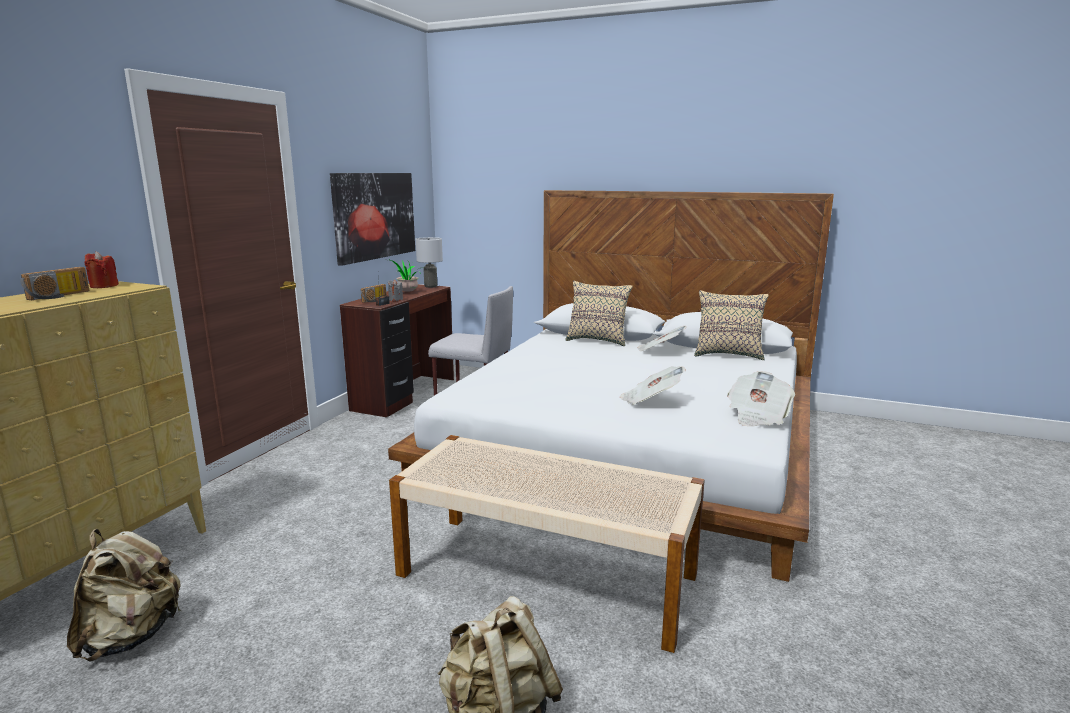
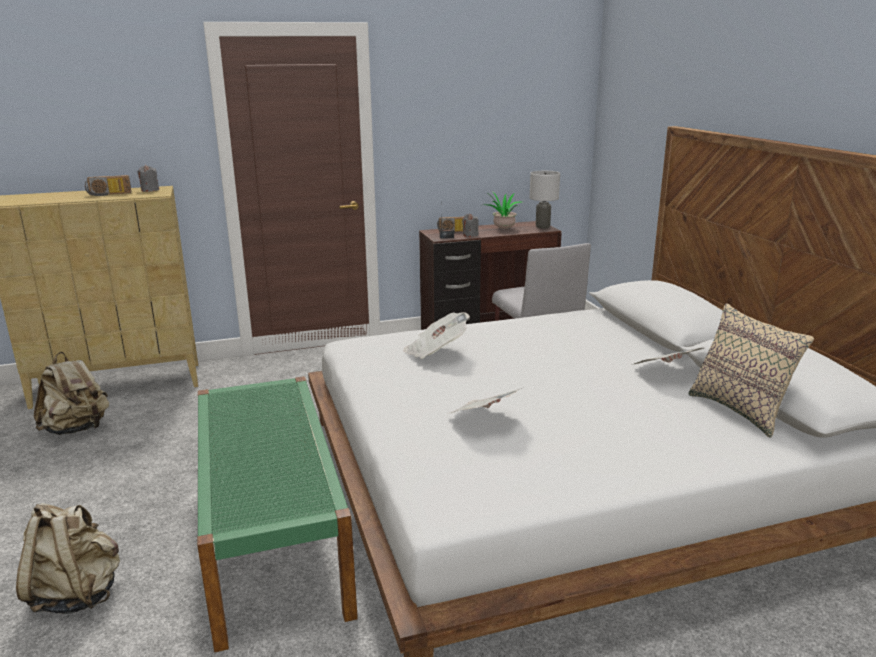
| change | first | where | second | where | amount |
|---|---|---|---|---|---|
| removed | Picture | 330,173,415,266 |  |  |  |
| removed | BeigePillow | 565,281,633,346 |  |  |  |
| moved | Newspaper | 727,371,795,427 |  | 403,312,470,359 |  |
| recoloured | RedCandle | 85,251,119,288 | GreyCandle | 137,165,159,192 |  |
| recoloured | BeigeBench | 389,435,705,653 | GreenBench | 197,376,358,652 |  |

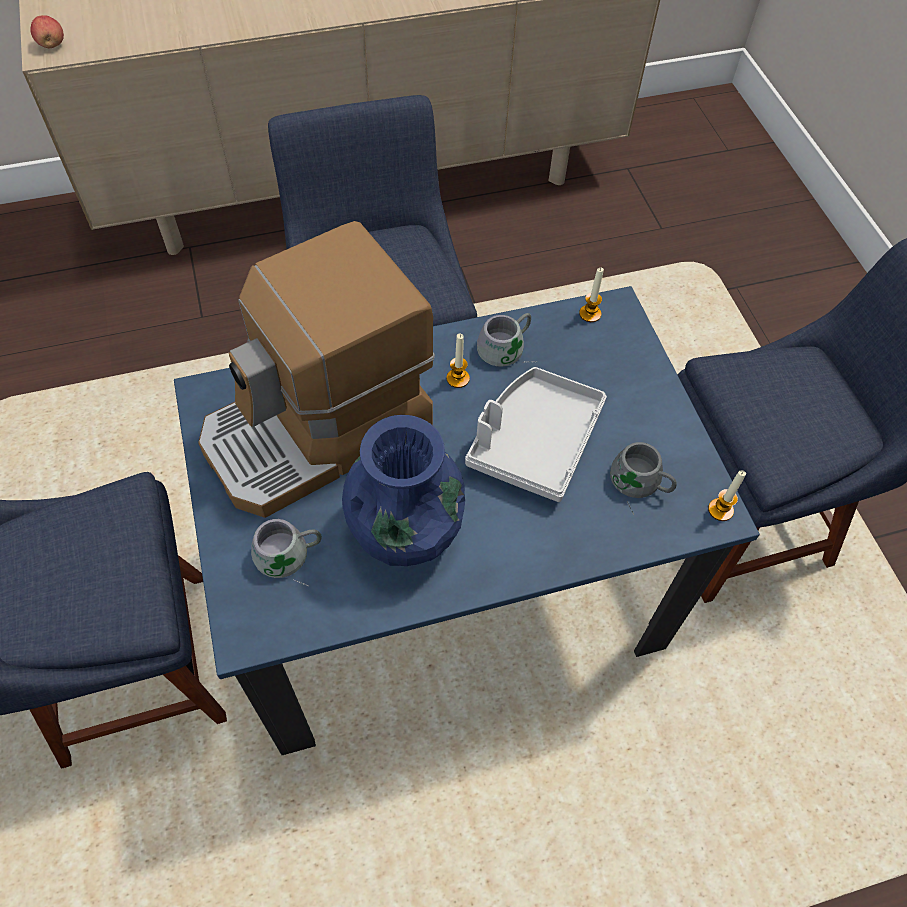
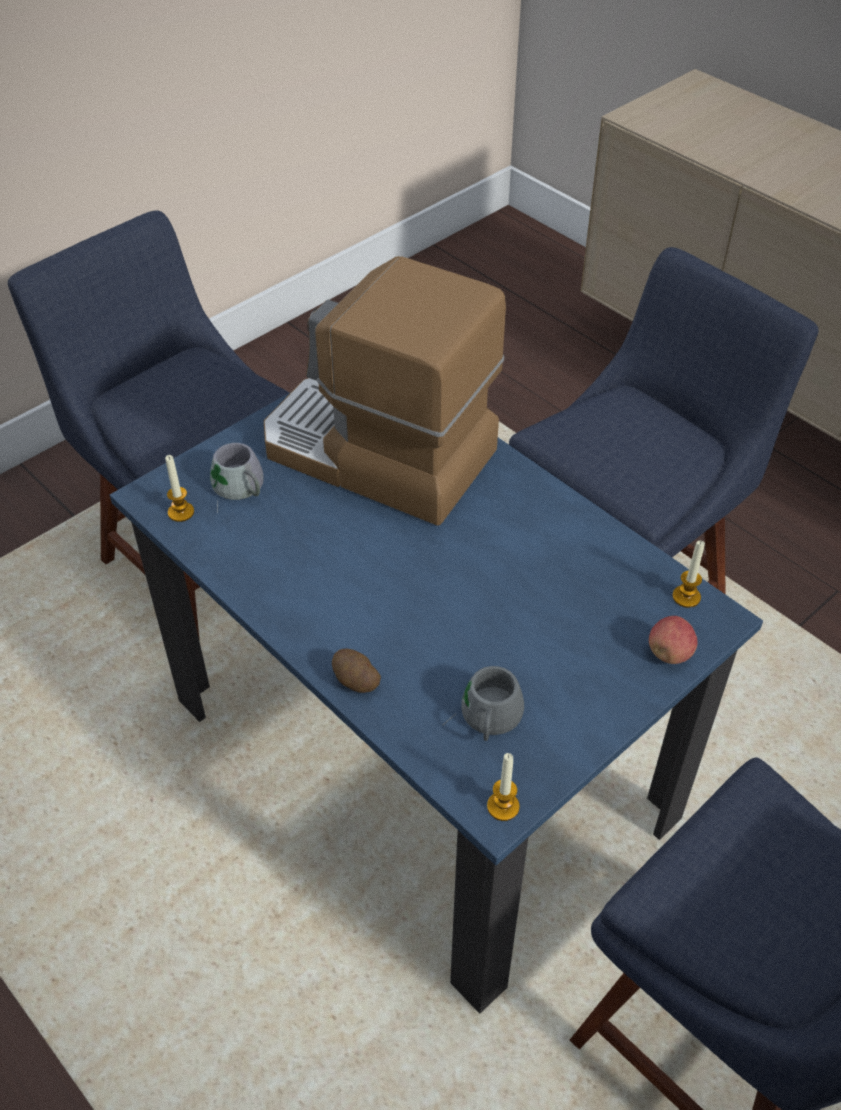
| change | first | where | second | where | amount |
|---|---|---|---|---|---|
| removed | BlueVase | 342,415,465,566 |  |  |  |
| removed | GreyTray | 465,367,607,502 |  |  |  |
| removed | GreyMug | 477,313,537,367 |  |  |  |
| added |  |  | Potato | 332,649,381,693 |  |
| moved | Apple | 30,15,64,48 |  | 649,616,698,664 |  |
| moved | Candle | 446,333,470,388 |  | 165,455,194,522 |  |

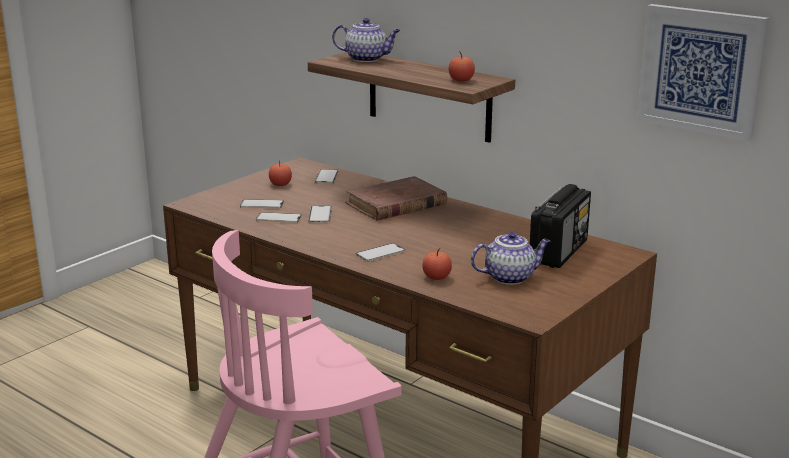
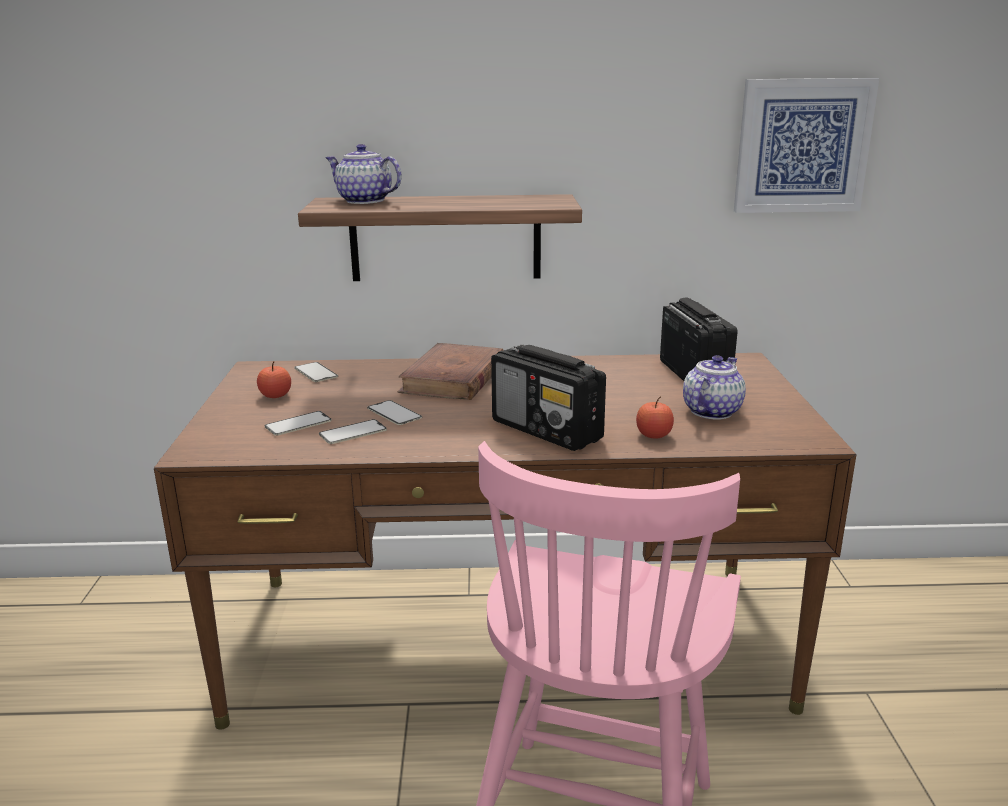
| change | first | where | second | where | amount |
|---|---|---|---|---|---|
| removed | Apple | 448,51,475,82 |  |  |  |
| replaced | Phone | 356,243,406,262 | Radio | 491,345,606,451 |  |
| turned | Teapot | 332,18,400,62 |  | 326,144,402,204 | 120 degrees counterclockwise |

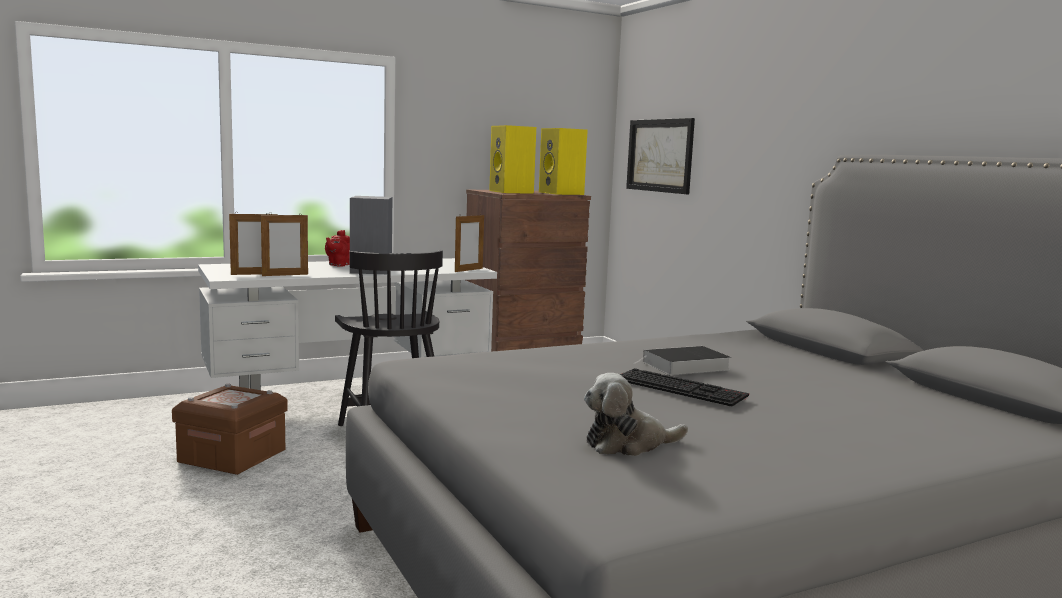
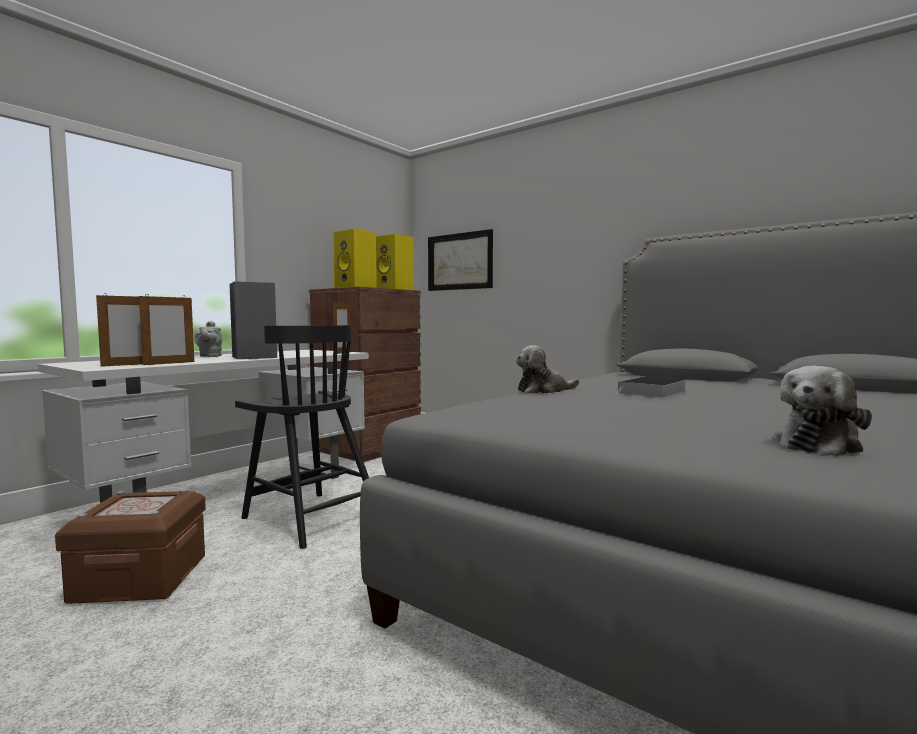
| change | first | where | second | where | amount |
|---|---|---|---|---|---|
| removed | Keyboard | 620,368,749,407 |  |  |  |
| added |  |  | PlushToy | 516,345,579,394 |  |
| recoloured | RedTeapot | 325,230,350,267 | GreyTeapot | 194,321,222,357 |  |

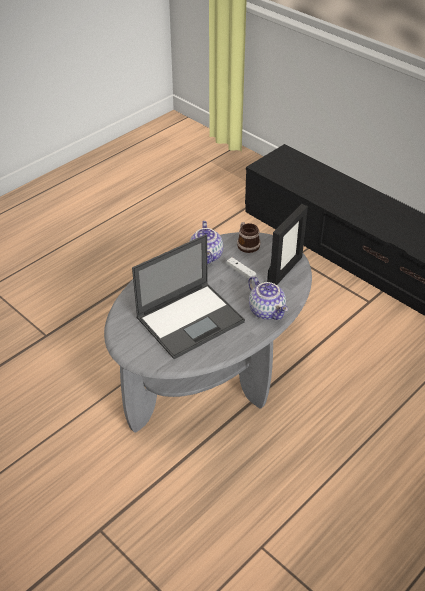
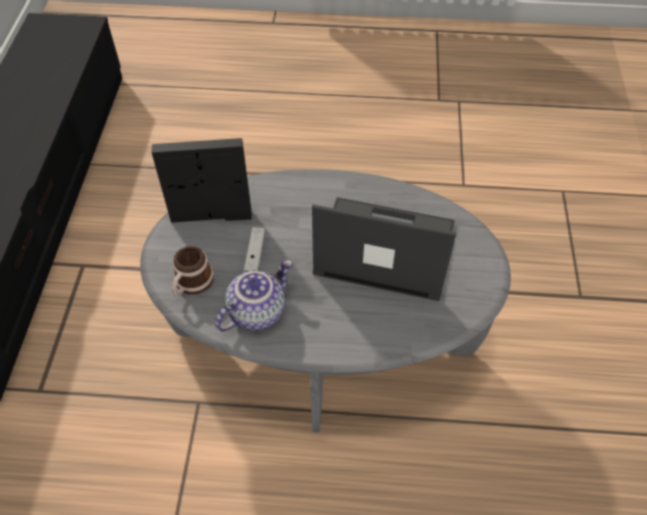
| change | first | where | second | where | amount |
|---|---|---|---|---|---|
| removed | Teapot | 249,276,288,320 |  |  |  |

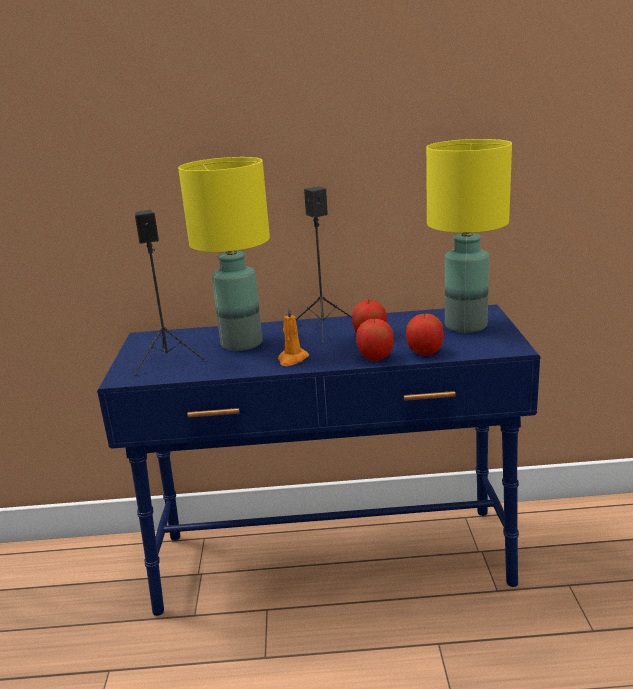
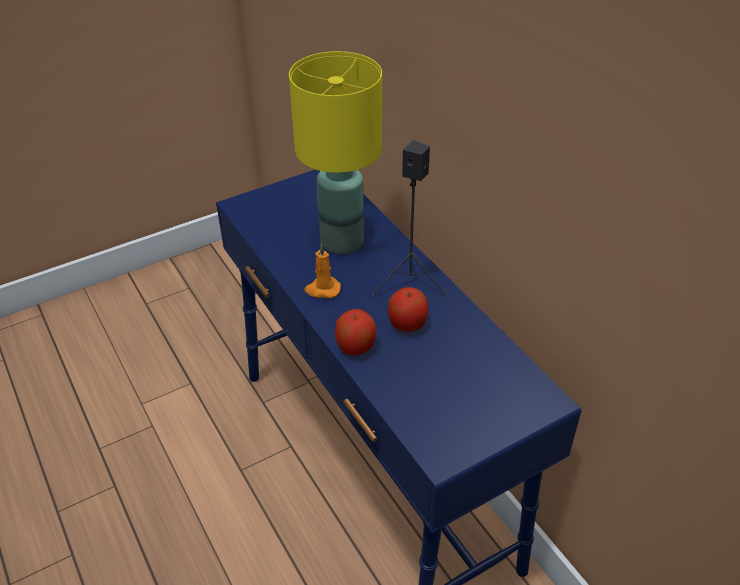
| change | first | where | second | where | amount |
|---|---|---|---|---|---|
| removed | BlackSpeaker | 134,210,207,376 |  |  |  |
| removed | Apple | 406,314,444,356 |  |  |  |
| removed | YellowTableLamp | 426,139,512,333 |  |  |  |

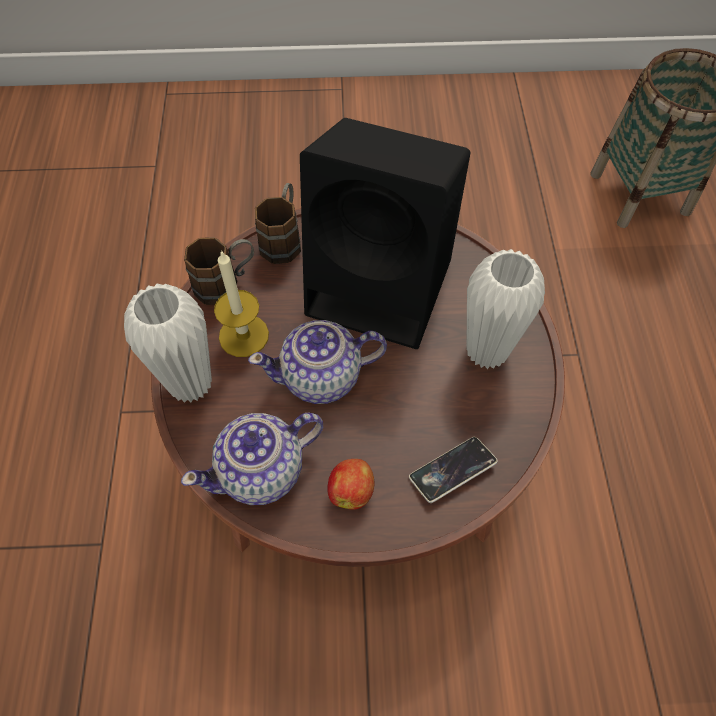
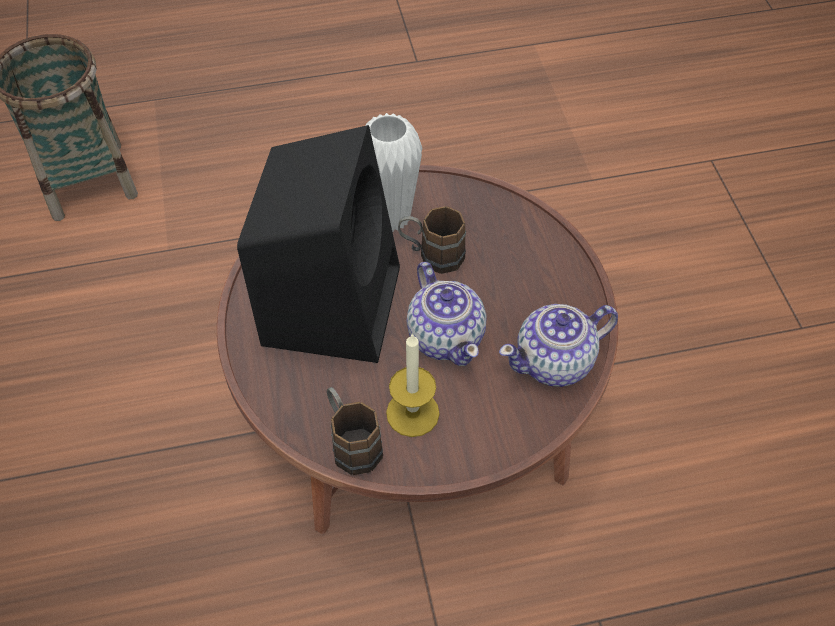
| change | first | where | second | where | amount |
|---|---|---|---|---|---|
| removed | WhiteVase | 124,284,212,403 |  |  |  |
| removed | Apple | 327,459,374,510 |  |  |  |
| removed | Phone | 409,437,498,503 |  |  |  |
| moved | BrownMug | 255,183,301,264 |  | 398,206,466,274 |  |
| turned | Teapot | 181,412,323,505 |  | 499,304,618,387 | 105 degrees clockwise |

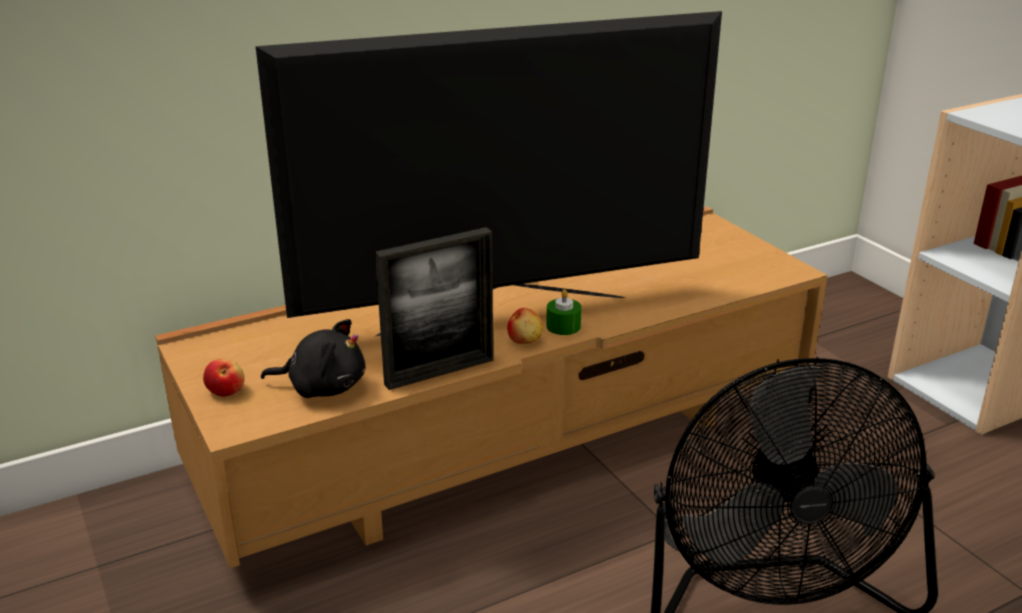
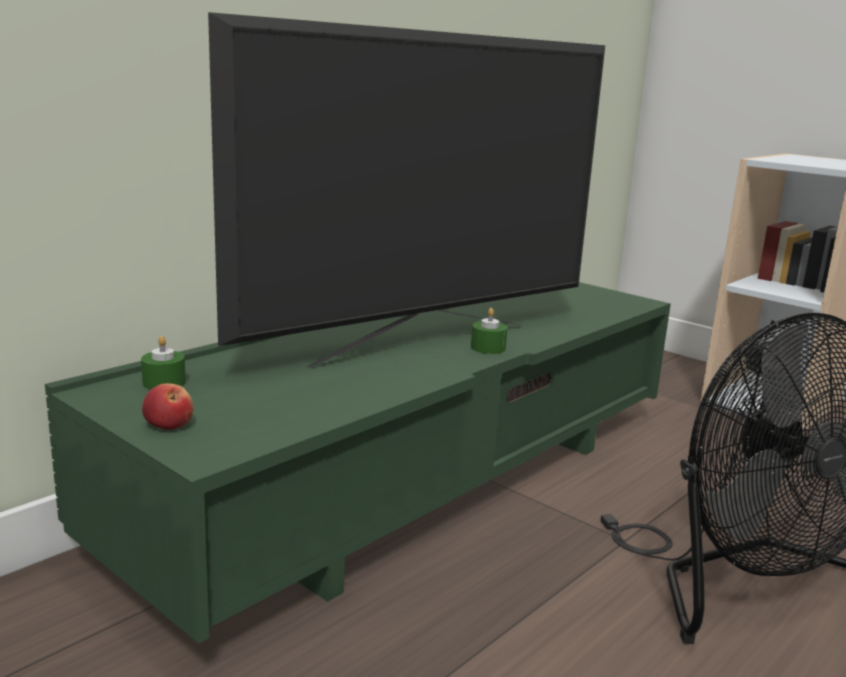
| change | first | where | second | where | amount |
|---|---|---|---|---|---|
| removed | BlackPlushToy | 261,319,365,398 |  |  |  |
| removed | PictureFrame | 375,227,493,390 |  |  |  |
| removed | Apple | 507,308,543,344 |  |  |  |
| added |  |  | GreenCandle | 141,336,186,390 |  |
| recoloured | BrownTvStand | 155,206,828,568 | GreenTvStand | 45,282,671,644 |  |

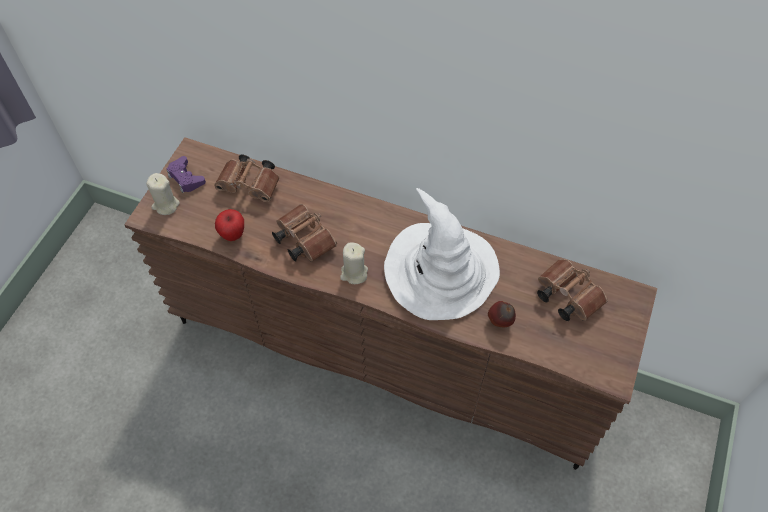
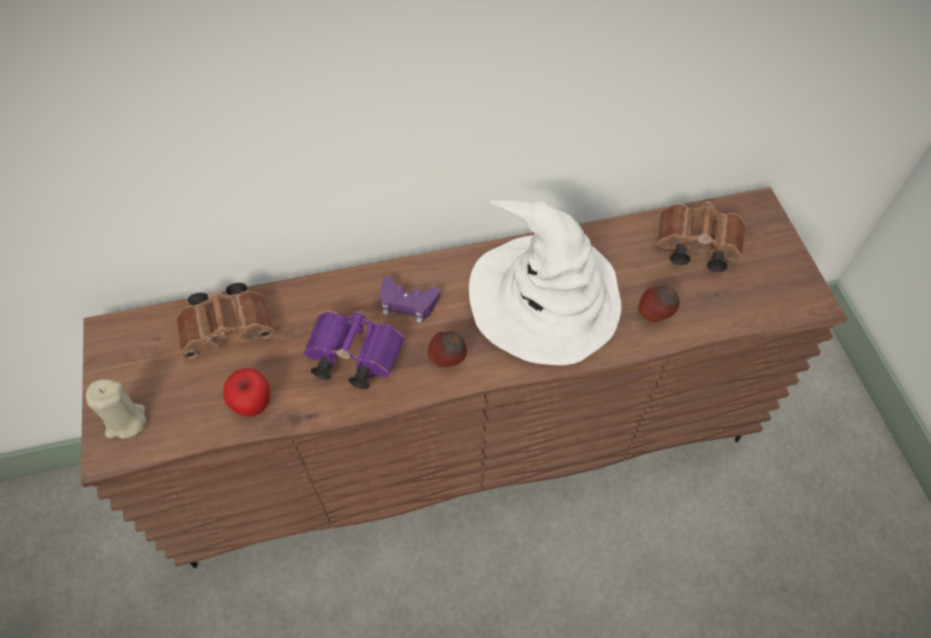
| change | first | where | second | where | amount |
|---|---|---|---|---|---|
| moved | PurpleGameController | 166,156,206,193 |  | 380,276,440,323 |  |
| replaced | BeigeCandle | 340,242,368,284 | Apple | 428,331,467,368 |  |
| recoloured | BrownBinoculars | 272,204,337,262 | PurpleBinoculars | 304,310,405,389 |  |

